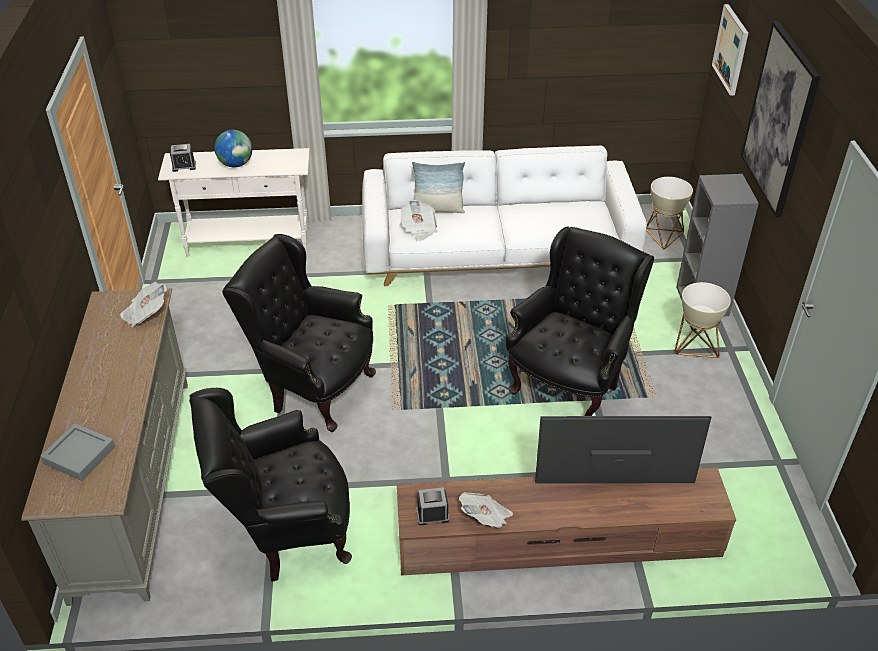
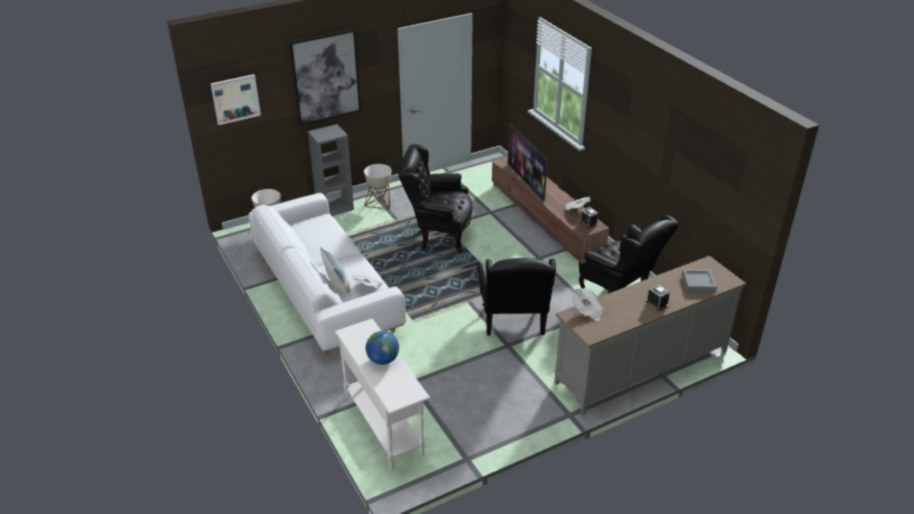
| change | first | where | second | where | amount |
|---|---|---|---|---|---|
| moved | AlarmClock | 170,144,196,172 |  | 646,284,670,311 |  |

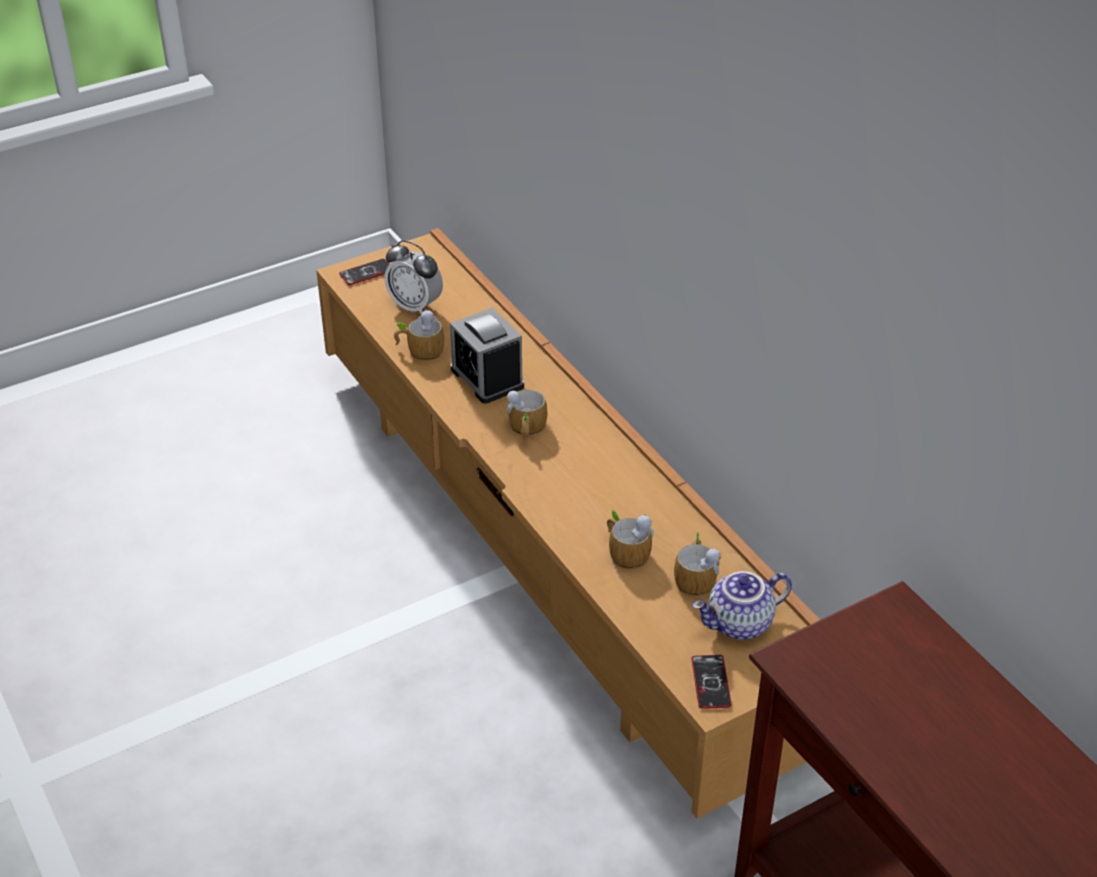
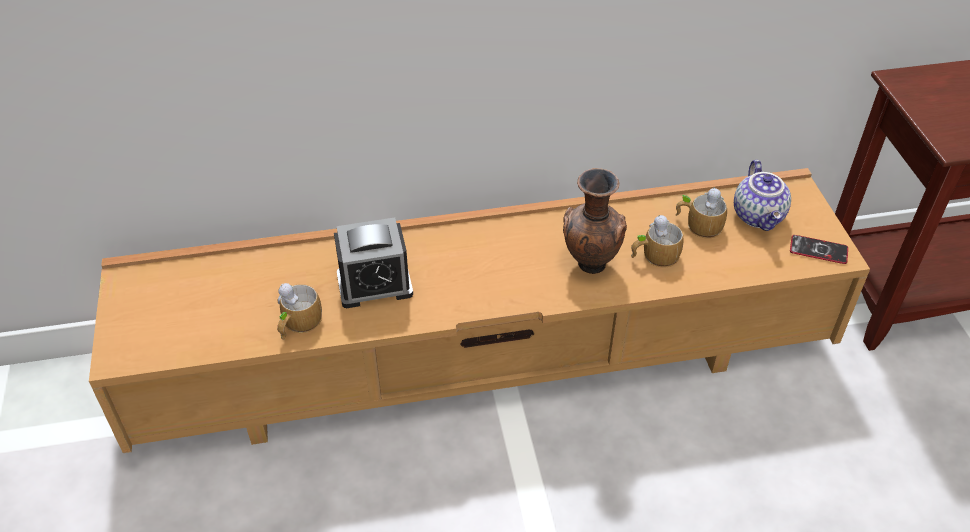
| change | first | where | second | where | amount |
|---|---|---|---|---|---|
| removed | Phone | 339,259,390,285 |  |  |  |
| removed | AlarmClock | 385,240,443,314 |  |  |  |
| removed | Mug | 506,390,547,442 |  |  |  |
| added |  |  | BrownVase | 563,168,627,274 |  |

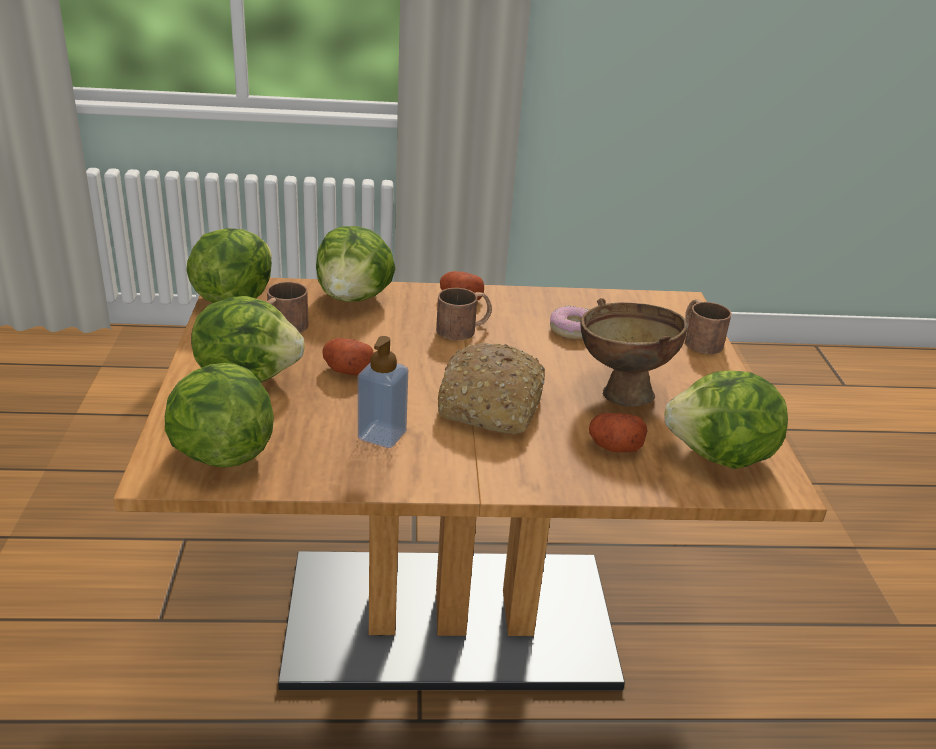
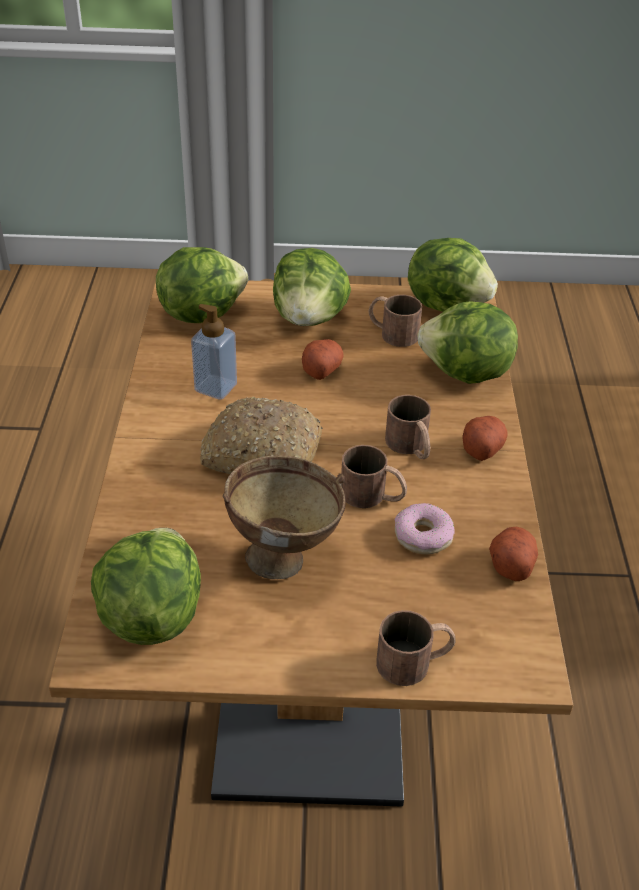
| change | first | where | second | where | amount |
|---|---|---|---|---|---|
| added |  |  | BrownMug | 341,445,407,508 |  |
| moved | Potato | 589,413,647,452 |  | 489,527,538,581 |  |

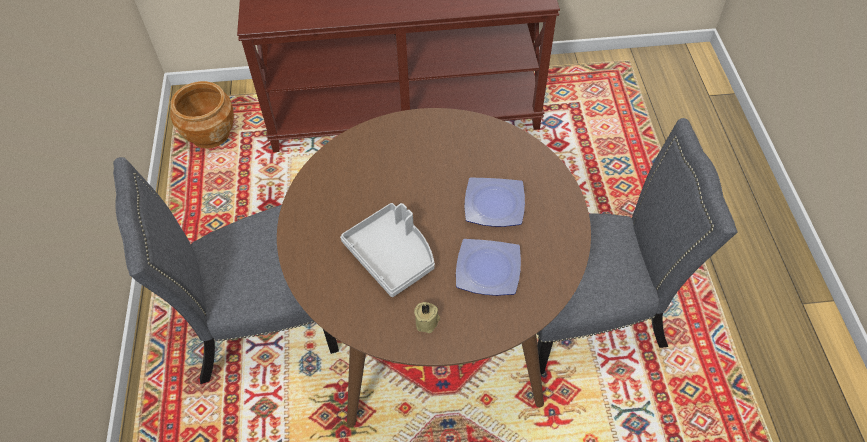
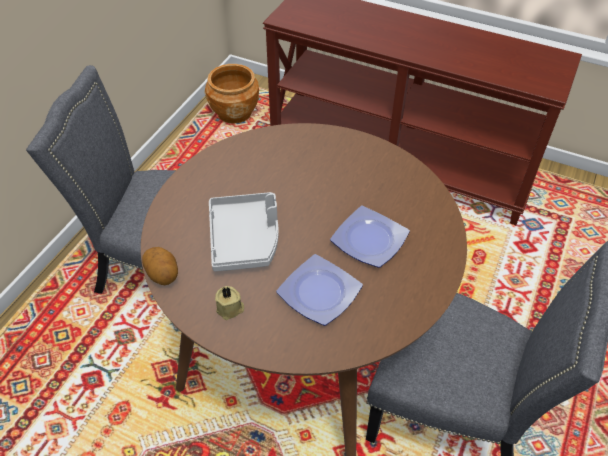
| change | first | where | second | where | amount |
|---|---|---|---|---|---|
| added |  |  | Potato | 142,247,178,285 |  |

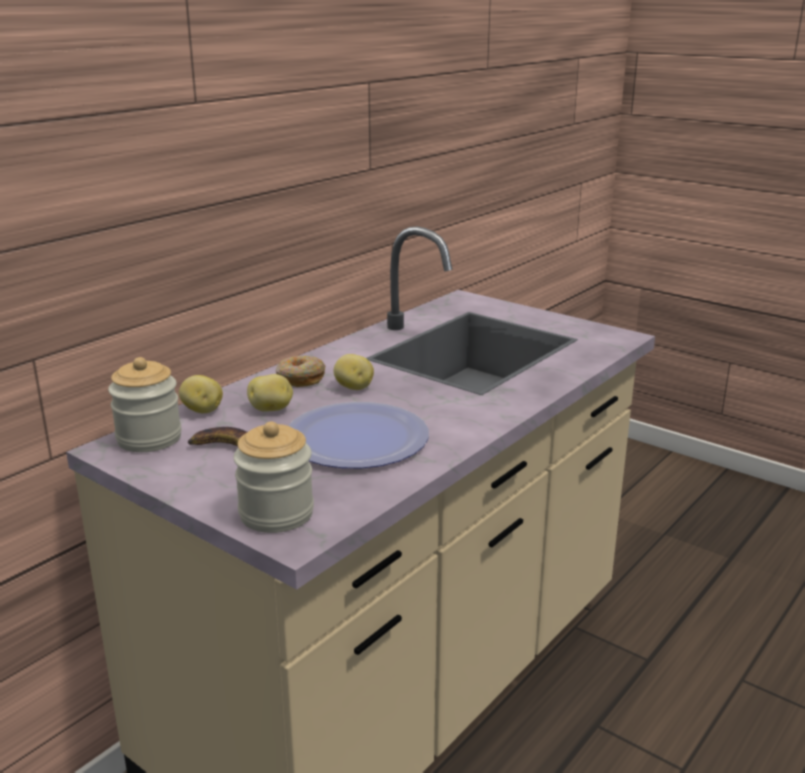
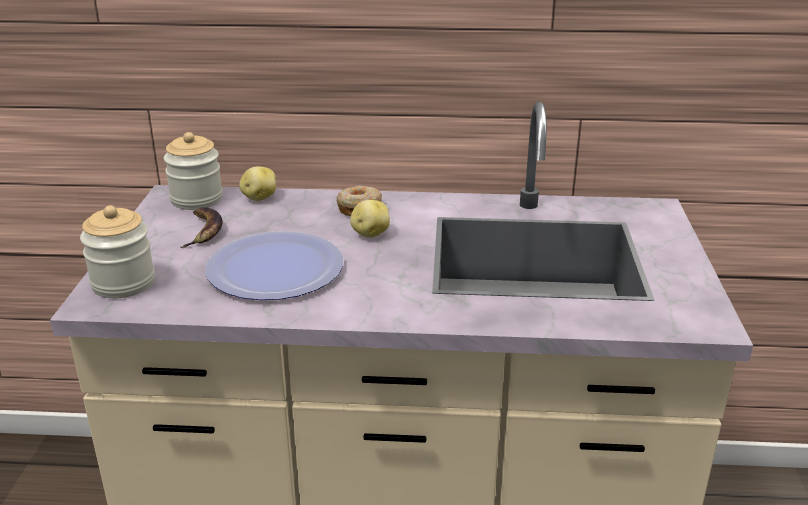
| change | first | where | second | where | amount |
|---|---|---|---|---|---|
| removed | Potato | 247,374,293,412 |  |  |  |

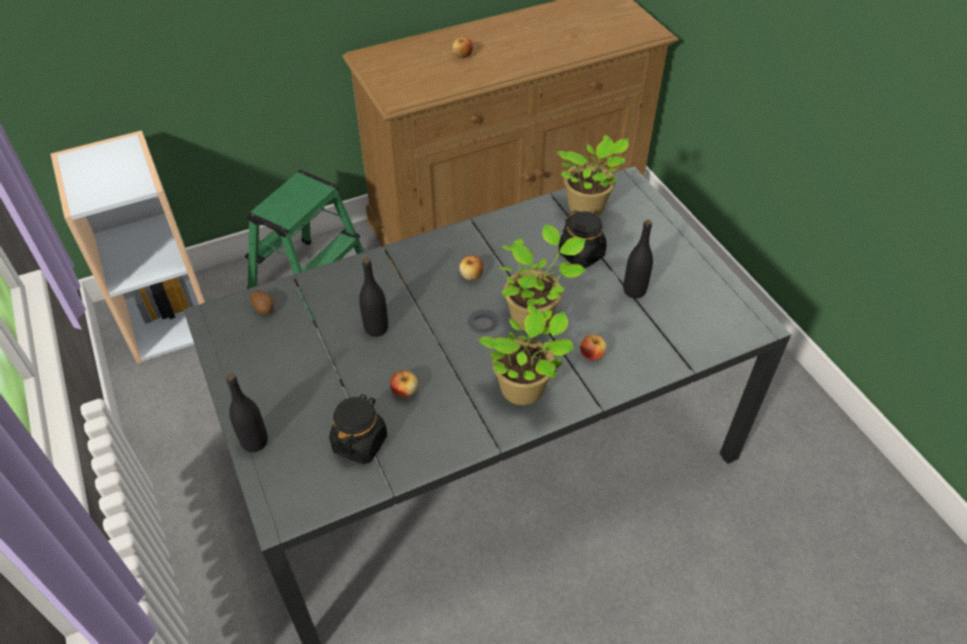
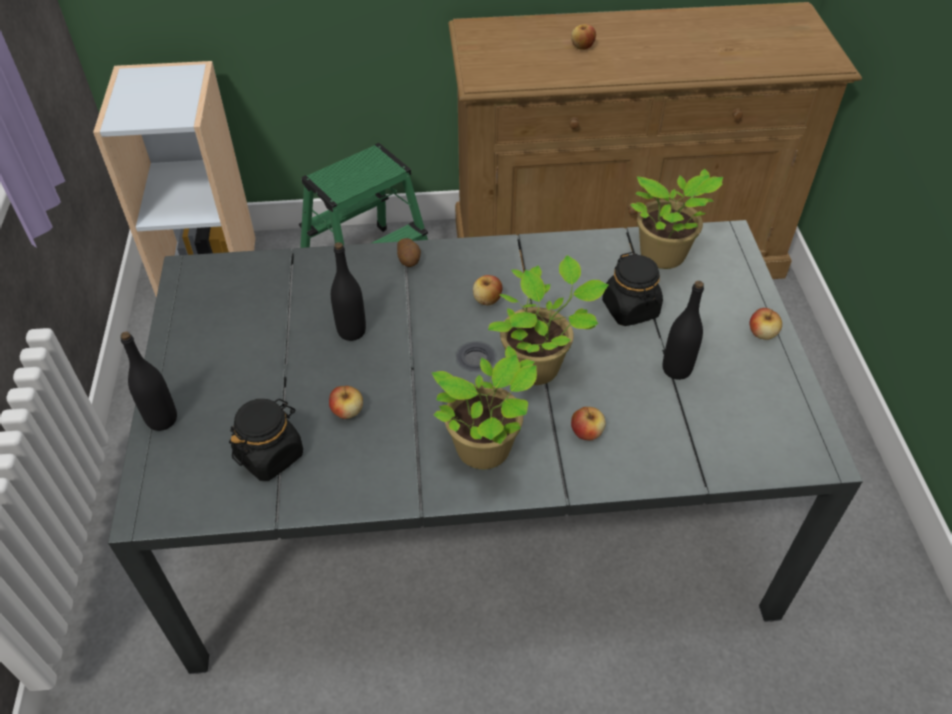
| change | first | where | second | where | amount |
|---|---|---|---|---|---|
| added |  |  | Apple | 750,308,782,340 |  |
| moved | Potato | 250,290,274,315 |  | 397,238,421,267 |  |

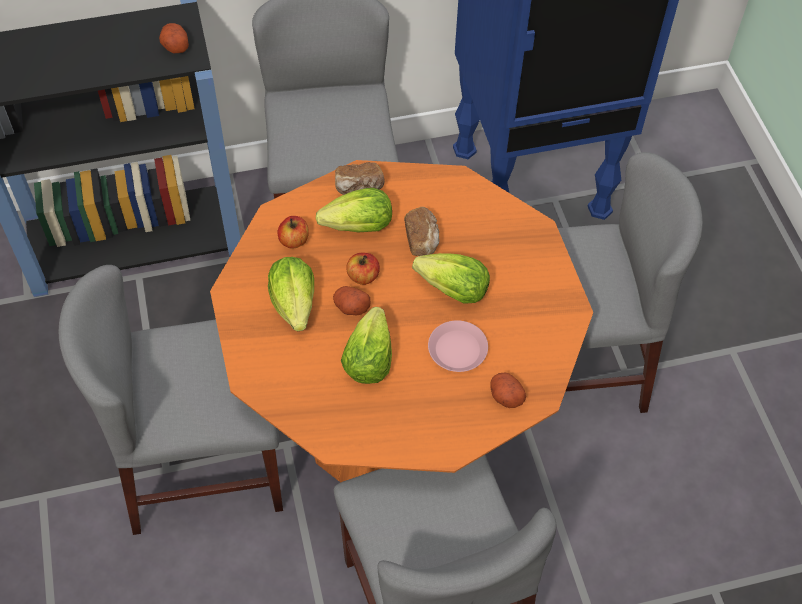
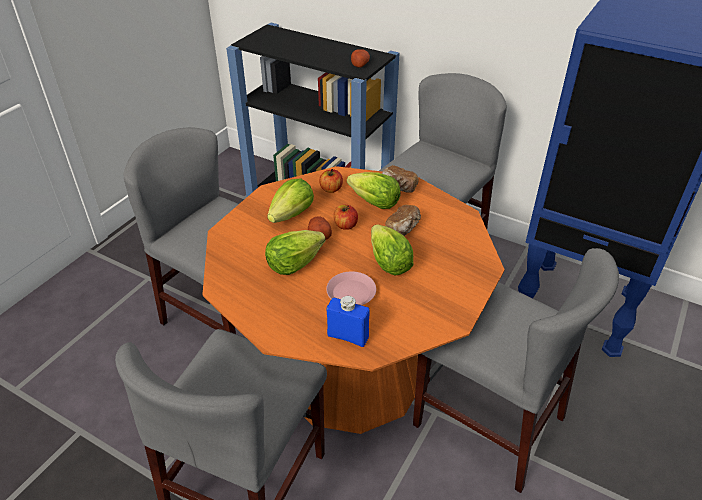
| change | first | where | second | where | amount |
|---|---|---|---|---|---|
| replaced | Potato | 491,372,526,408 | BlueBottle | 327,296,370,347 |  |

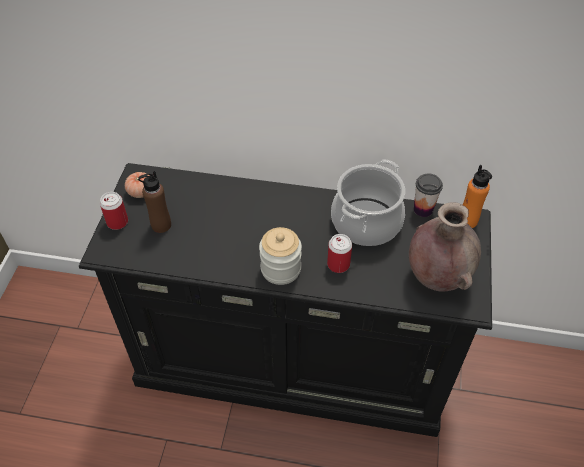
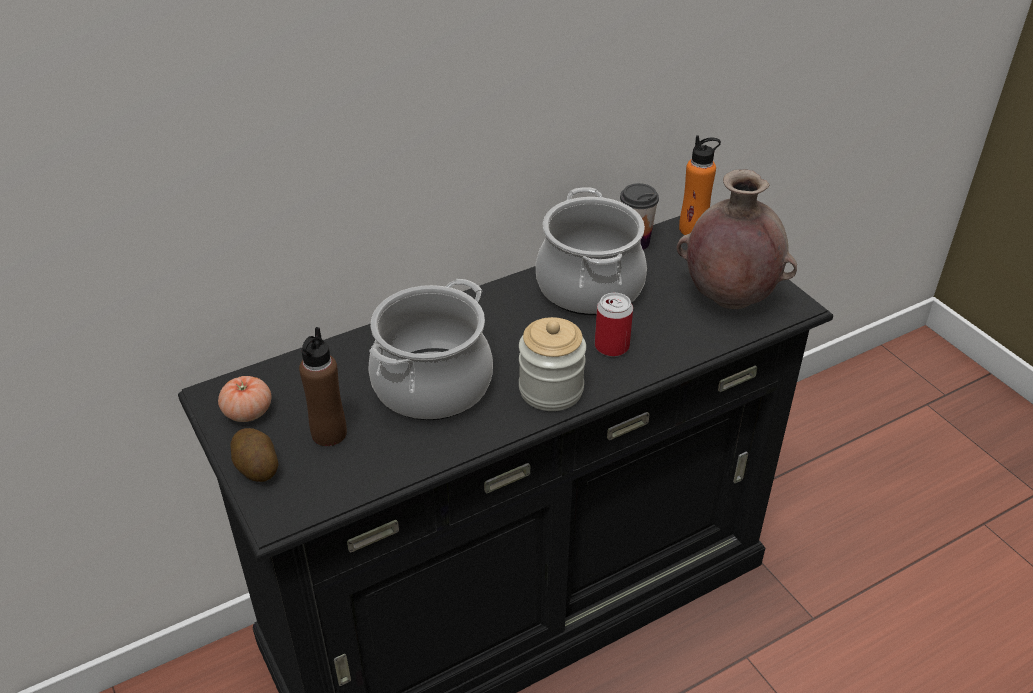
| change | first | where | second | where | amount |
|---|---|---|---|---|---|
| added |  |  | CookingPot | 369,279,493,420 |  |
| replaced | Can | 100,192,128,230 | Potato | 230,428,278,482 |  |

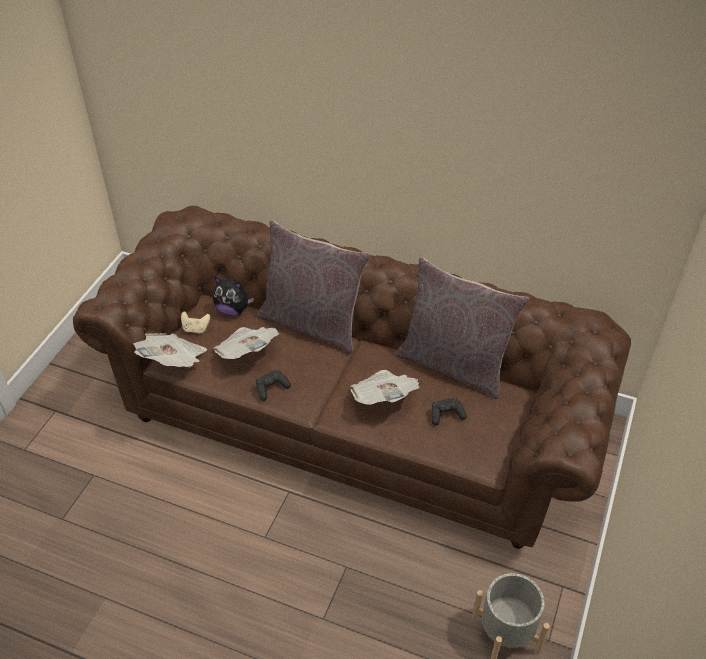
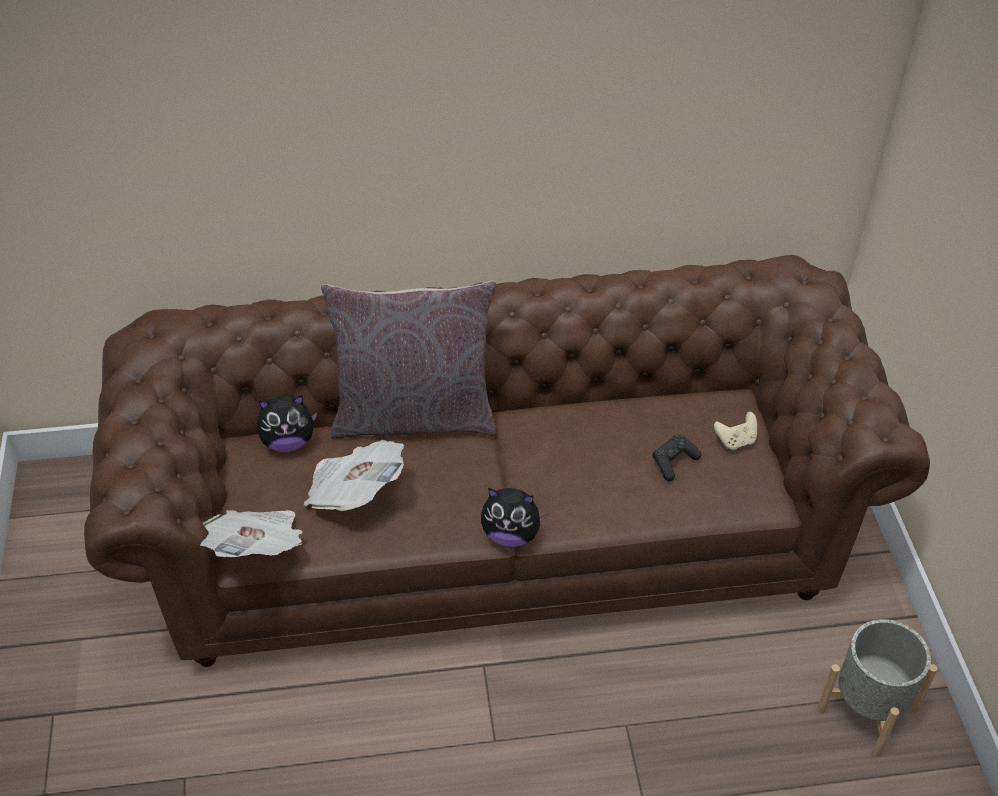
| change | first | where | second | where | amount |
|---|---|---|---|---|---|
| removed | BlackGameController | 256,370,291,401 |  |  |  |
| removed | Newspaper | 350,370,419,405 |  |  |  |
| removed | GreyPillow | 396,257,529,399 |  |  |  |
| added |  |  | PlushToy | 481,488,548,547 |  |
| moved | BeigeGameController | 181,311,210,334 |  | 714,412,757,449 |  |

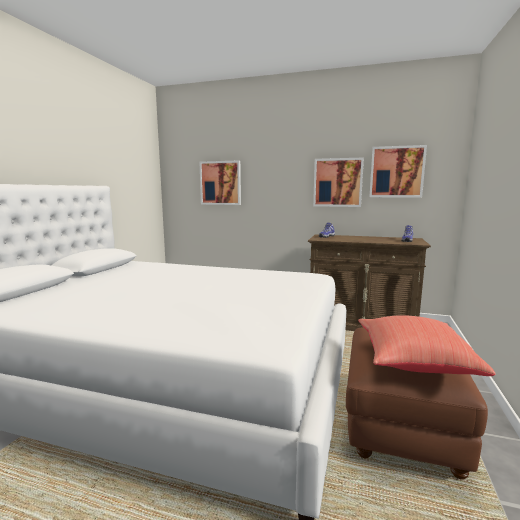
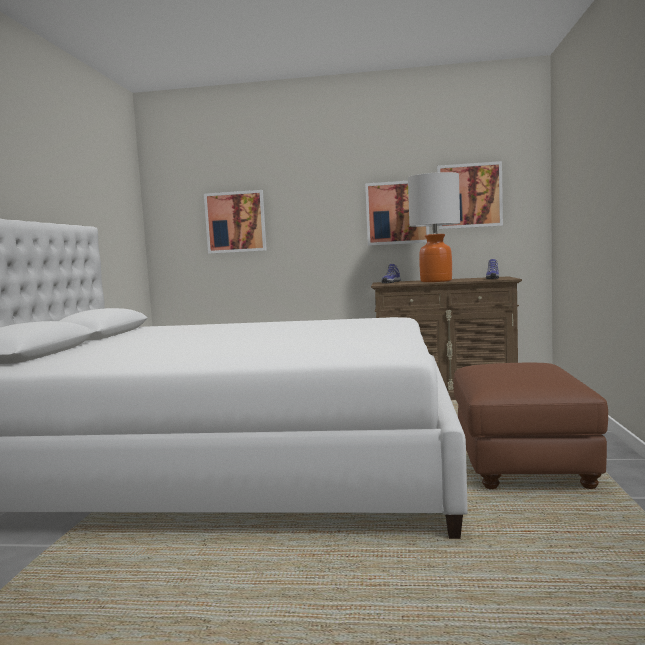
| change | first | where | second | where | amount |
|---|---|---|---|---|---|
| removed | RedPillow | 358,315,496,376 |  |  |  |
| added |  |  | TableLamp | 408,172,460,282 |  |

